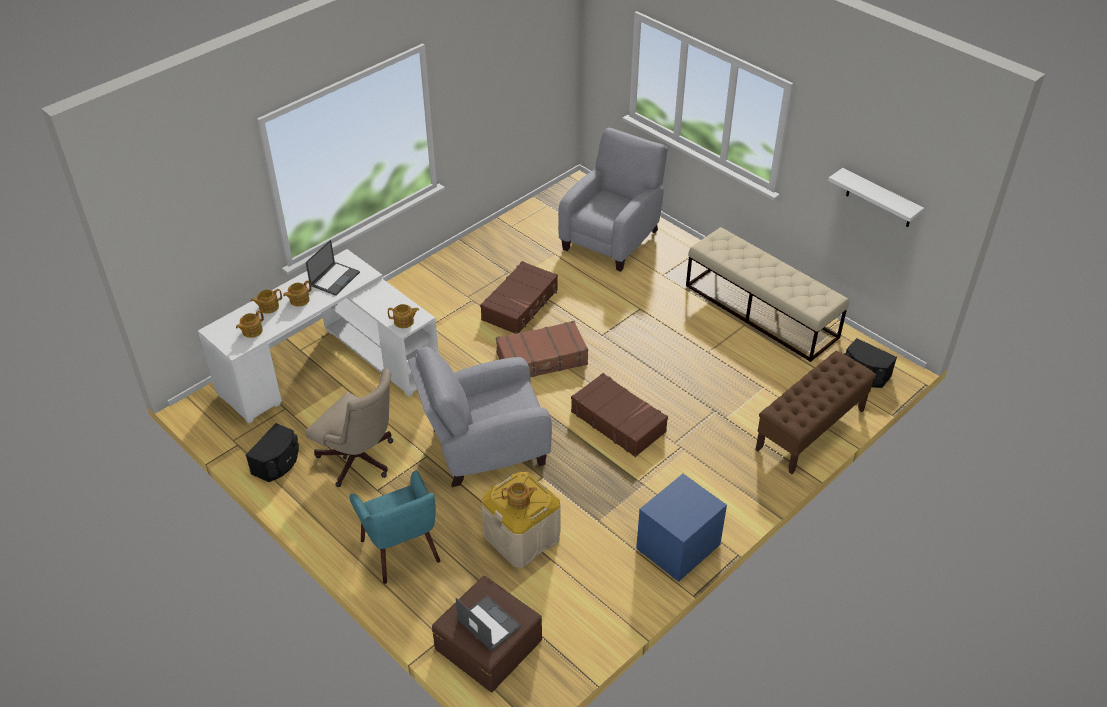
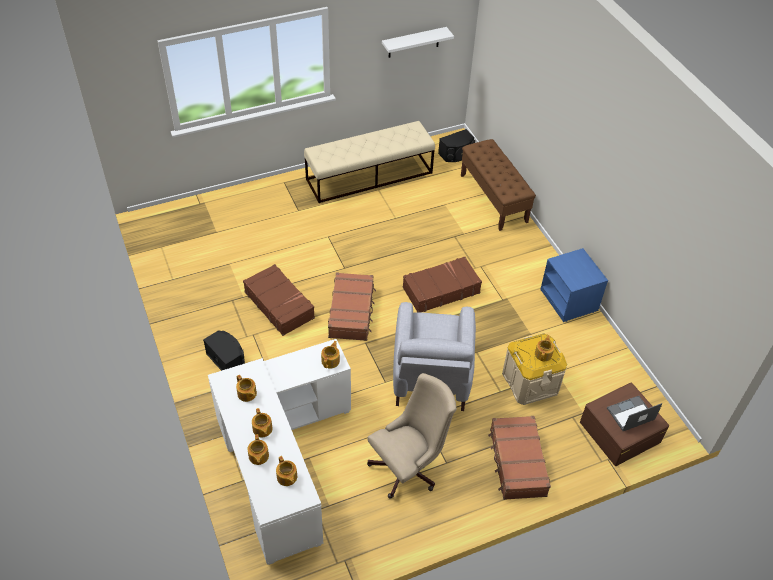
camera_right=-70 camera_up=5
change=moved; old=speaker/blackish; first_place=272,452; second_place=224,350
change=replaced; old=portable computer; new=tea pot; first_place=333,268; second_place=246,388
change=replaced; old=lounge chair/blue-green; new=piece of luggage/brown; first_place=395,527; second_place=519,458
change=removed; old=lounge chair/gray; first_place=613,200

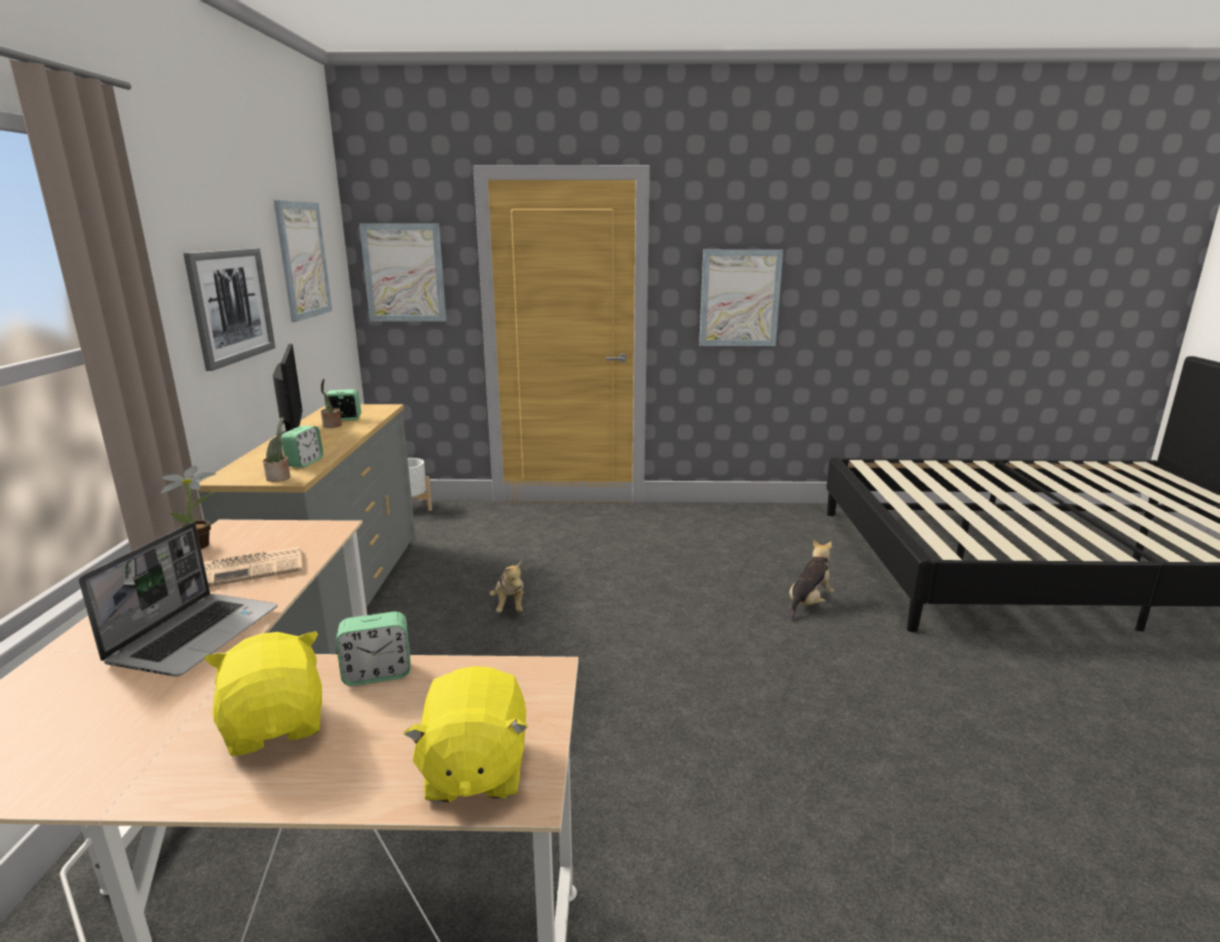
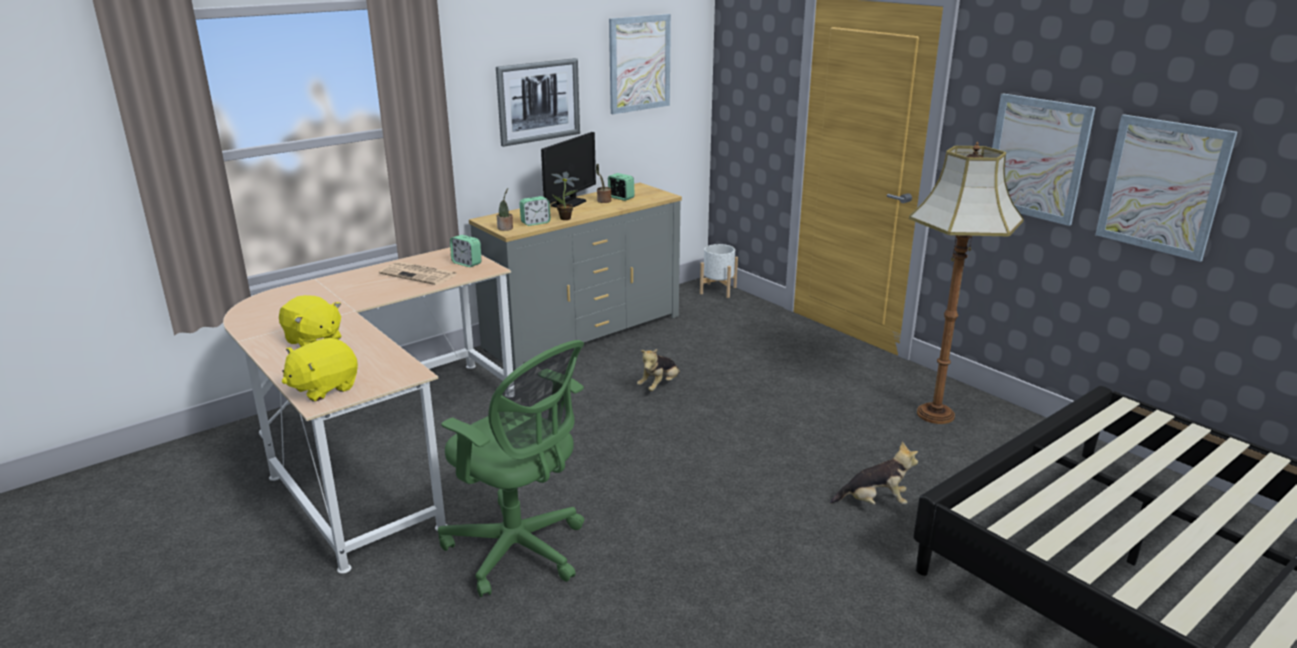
camera_right=50 camera_up=5
change=removed; old=portable computer; first_place=178,599
change=moved; old=potted plant; first_place=189,507; second_place=565,196
change=turned; old=plush toy/yellow; first_place=263,693; second_place=310,321; degrees=105
change=moved; old=bedside clock; first_place=373,648; second_place=465,251
change=moved; old=wall picture; first_place=402,272; second_place=1166,188
change=added; new=office chair/greenish; second_place=511,468
change=added; new=standard lamp; second_place=966,283

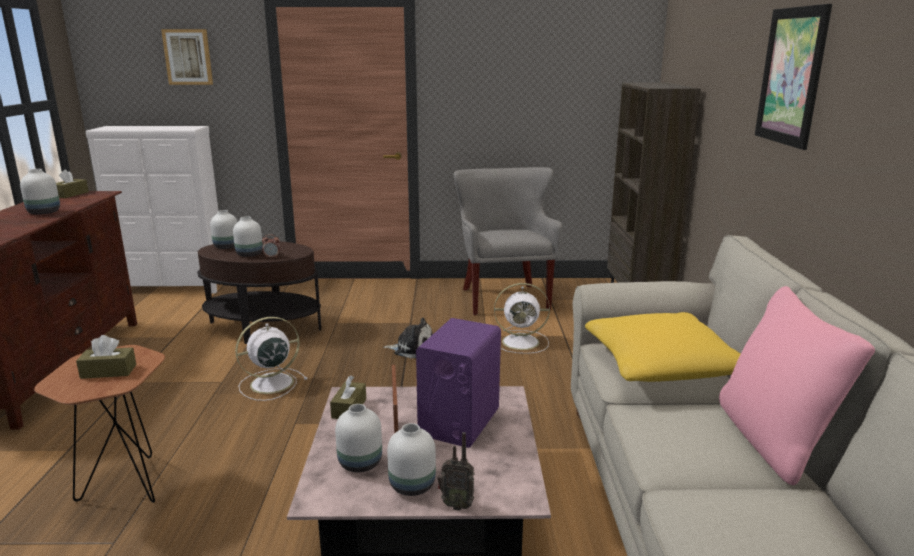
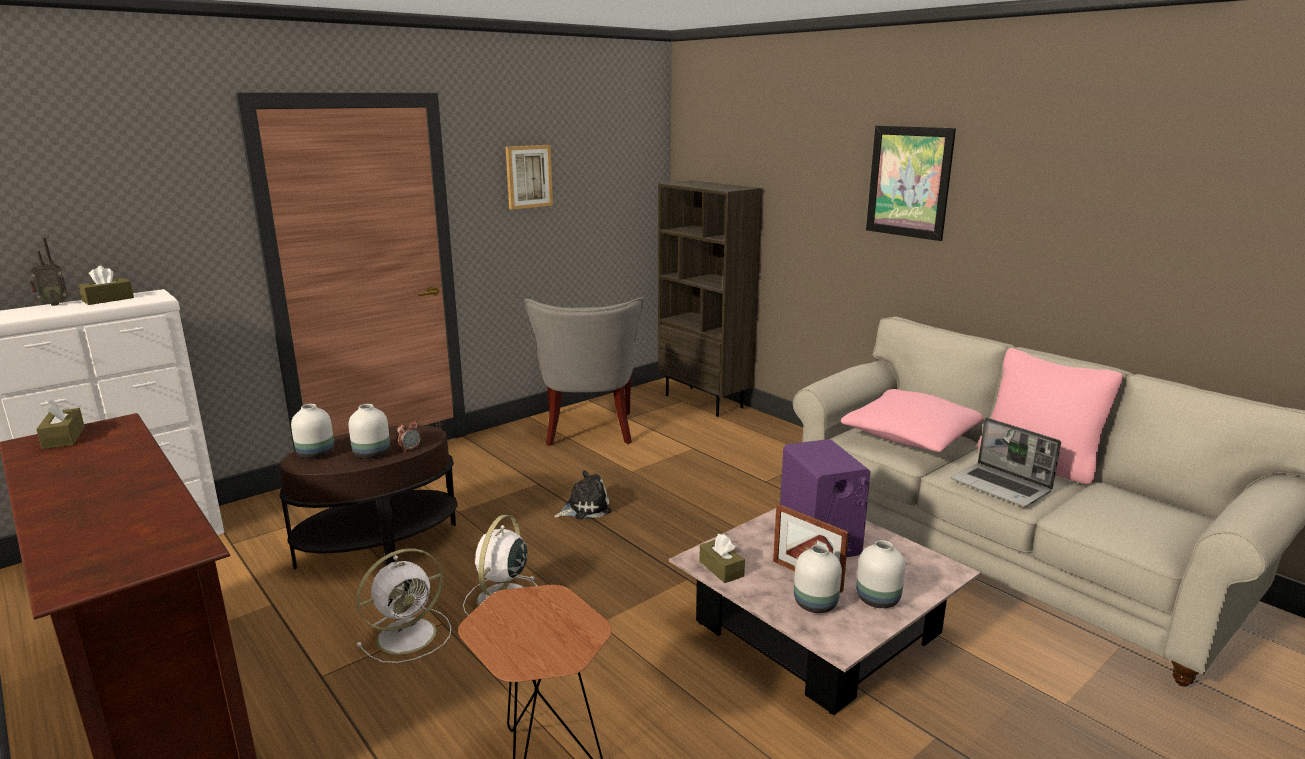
camera_right=-40 camera_up=0
change=removed; old=vase/whitish; first_place=40,192
change=moved; old=box of tissues/brown; first_place=106,357; second_place=106,285
change=moved; old=wall picture; first_place=187,57; second_place=529,177
change=moved; old=radio set; first_place=456,471; second_place=48,271
change=turned; old=lounge chair/gray; first_place=508,241; second_place=584,371; degrees=-135
change=moved; old=fan/whitish; first_place=522,318; second_place=404,605
change=recoloured; old=cushion/yellow; new=cushion/pink-coloured; first_place=662,347; second_place=912,420
change=added; new=portable computer; second_place=1006,462

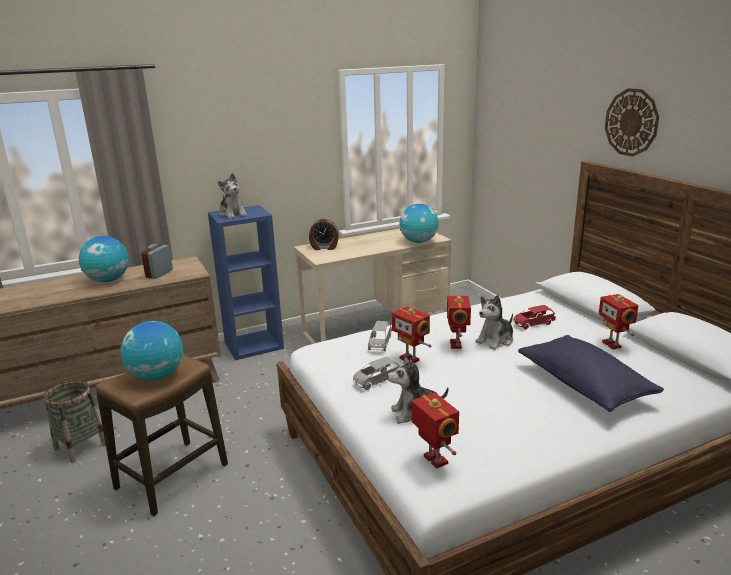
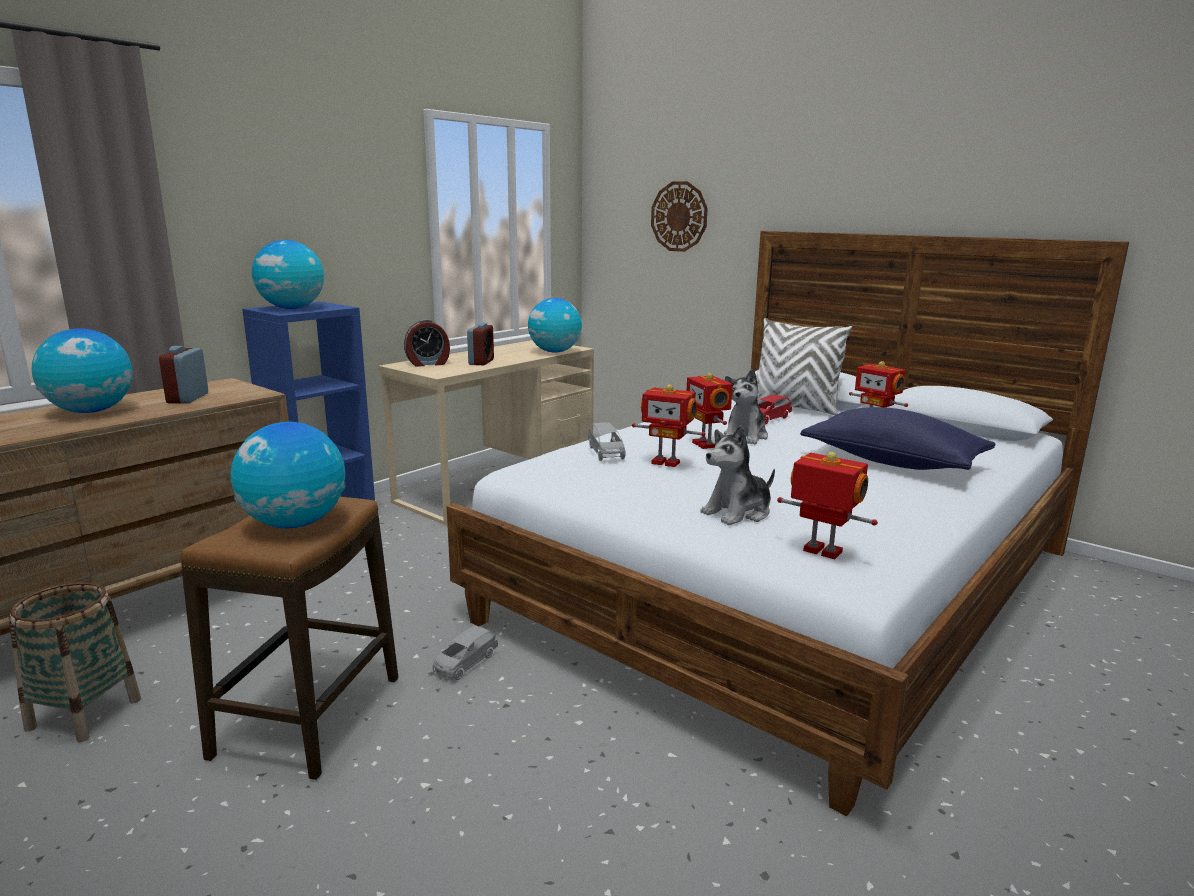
camera_right=-25 camera_up=-5
change=replaced; old=plush toy; new=globe; first_place=232,196; second_place=288,274
change=moved; old=miniature car/gray; first_place=376,373; second_place=465,652
change=moved; old=wall clock; first_place=632,122; second_place=679,216
change=added; new=bedside clock; second_place=480,344
change=added; new=cushion/whitish; second_place=804,366

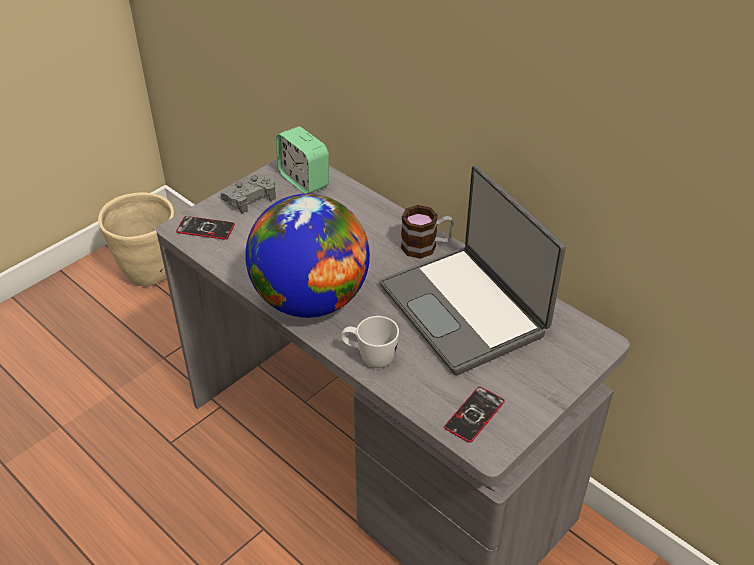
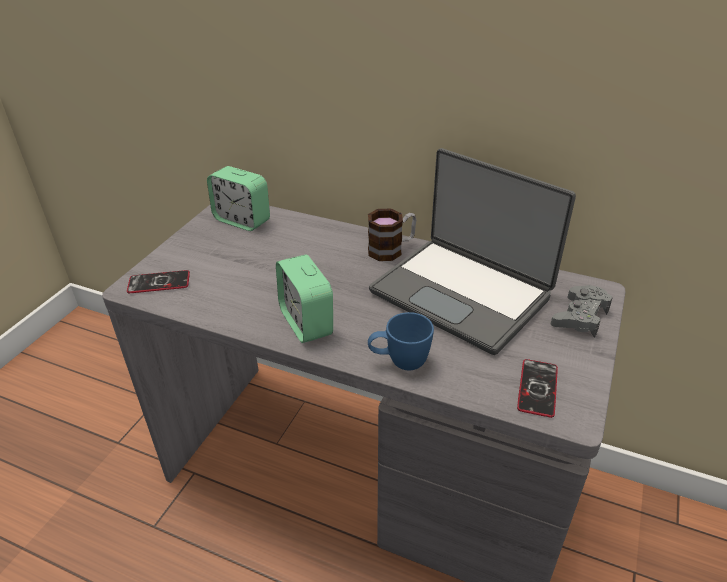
camera_right=-20 camera_up=-5
change=removed; old=flower pot/beige; first_place=136,239
change=moved; old=joypad/gray; first_place=248,194; second_place=582,311
change=replaced; old=globe; new=bedside clock; first_place=307,256; second_place=304,299
change=recoloured; old=coffee mug/whitish; new=coffee mug/blue-coloured; first_place=370,342; second_place=401,341

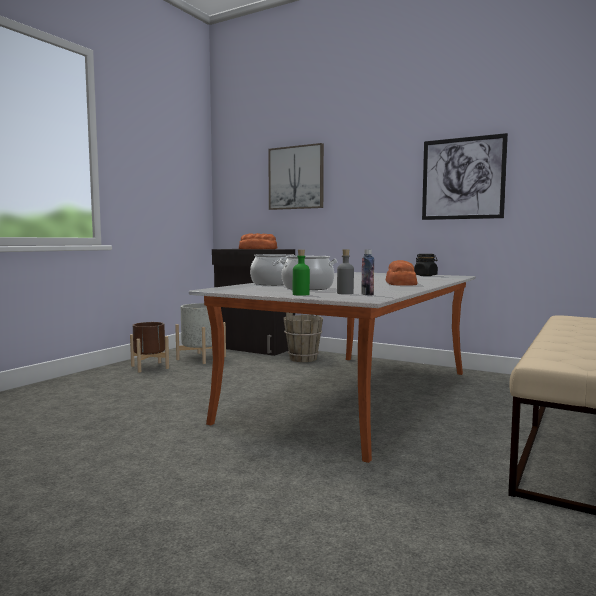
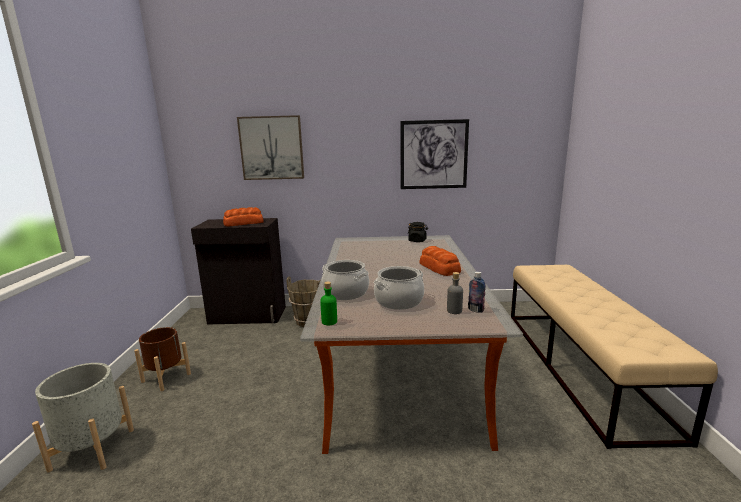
camera_right=-30 camera_up=10
change=moved; old=flower pot/gray; first_place=200,333; second_place=83,418
change=moved; old=beverage bottle/greenish; first_place=301,272; second_place=328,303

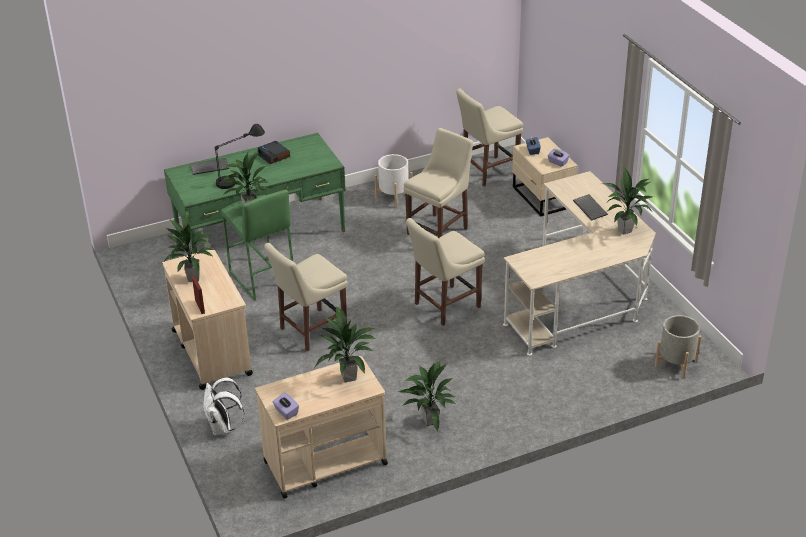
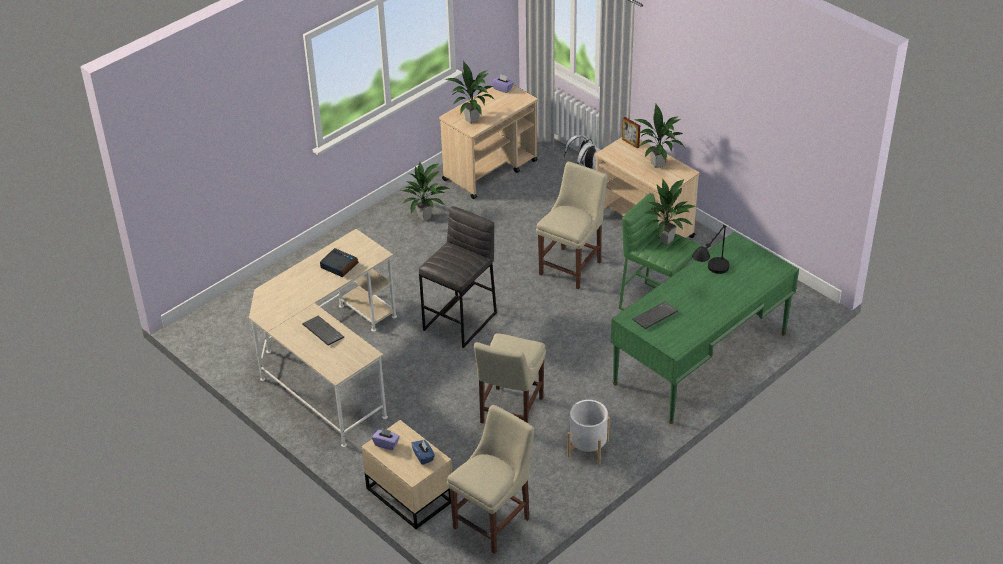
camera_right=160 camera_up=5
change=moved; old=keyboard; first_place=209,166; second_place=655,315
change=moved; old=bedside clock; first_place=273,152; second_place=339,262
change=replaced; old=chair/beige; new=stool/gray; first_place=445,272; second_place=458,277
change=removed; old=potted plant; first_place=627,200
change=removed; old=flower pot/gray; first_place=678,347

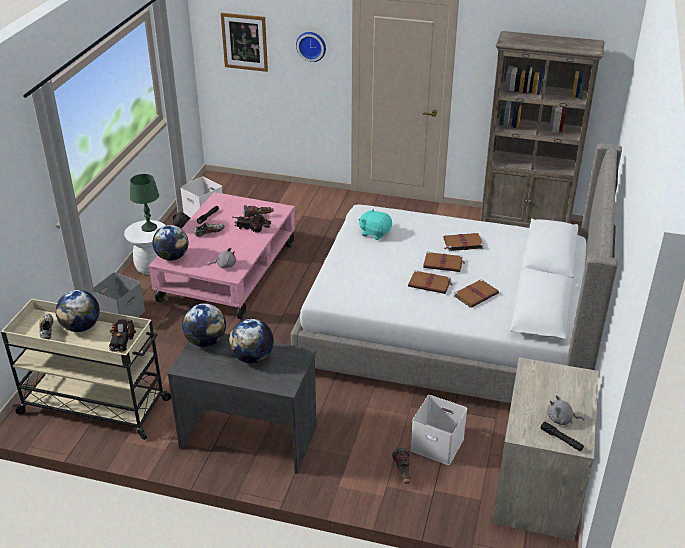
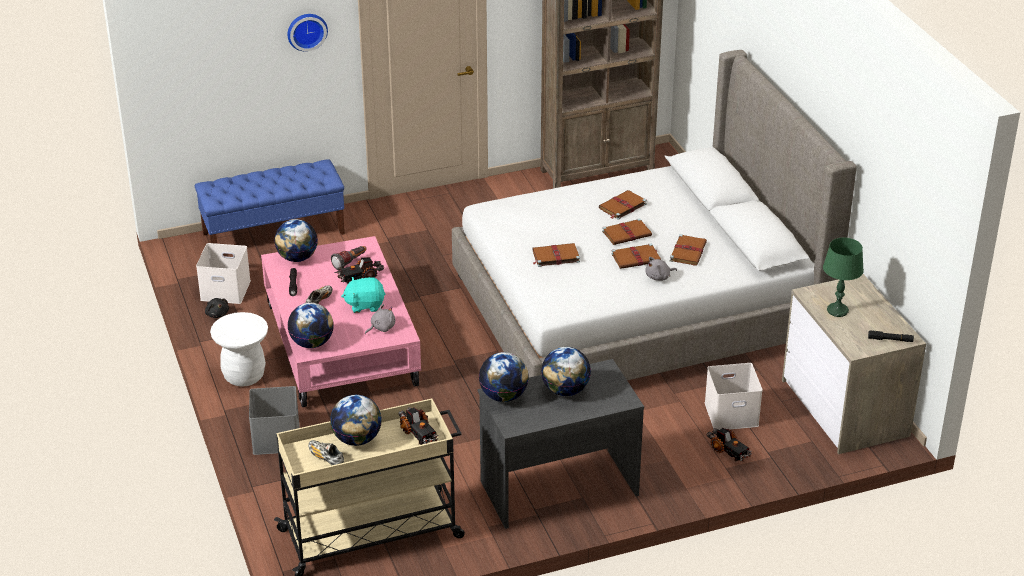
camera_right=-35 camera_up=0
change=moved; old=lamp for a table/greenish; first_place=144,203; second_place=843,277
change=removed; old=wall picture; first_place=244,42
change=moved; old=plush toy/blue-green; first_place=375,224; second_place=363,295
change=replaced; old=hand torch; new=model truck; first_place=401,466; second_place=729,445
change=moved; old=plush toy/gray; first_place=565,410; second_place=661,269
change=added; new=bench/blue-coloured; second_place=270,201
change=added; new=globe; second_place=296,240
change=added; new=bound book/brown; second_place=556,255

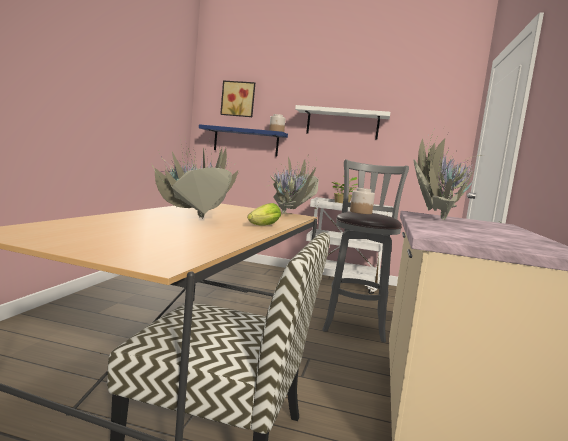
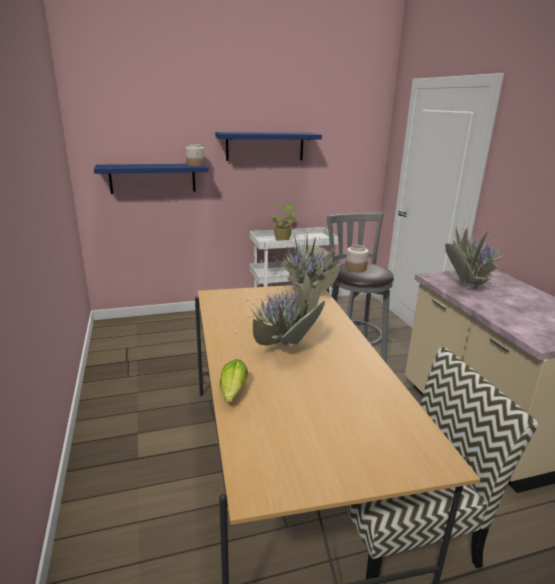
camera_right=-30 camera_up=15
change=removed; old=wall picture; first_place=237,98
change=moved; old=lettuce head; first_place=264,214; second_place=234,381
change=recoloured; old=bracket shelf/whitish; new=bracket shelf/blue-coloured; first_place=342,122; second_place=268,146

